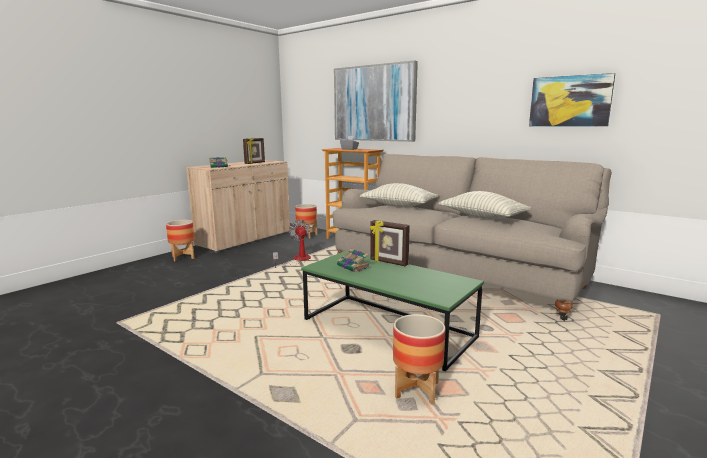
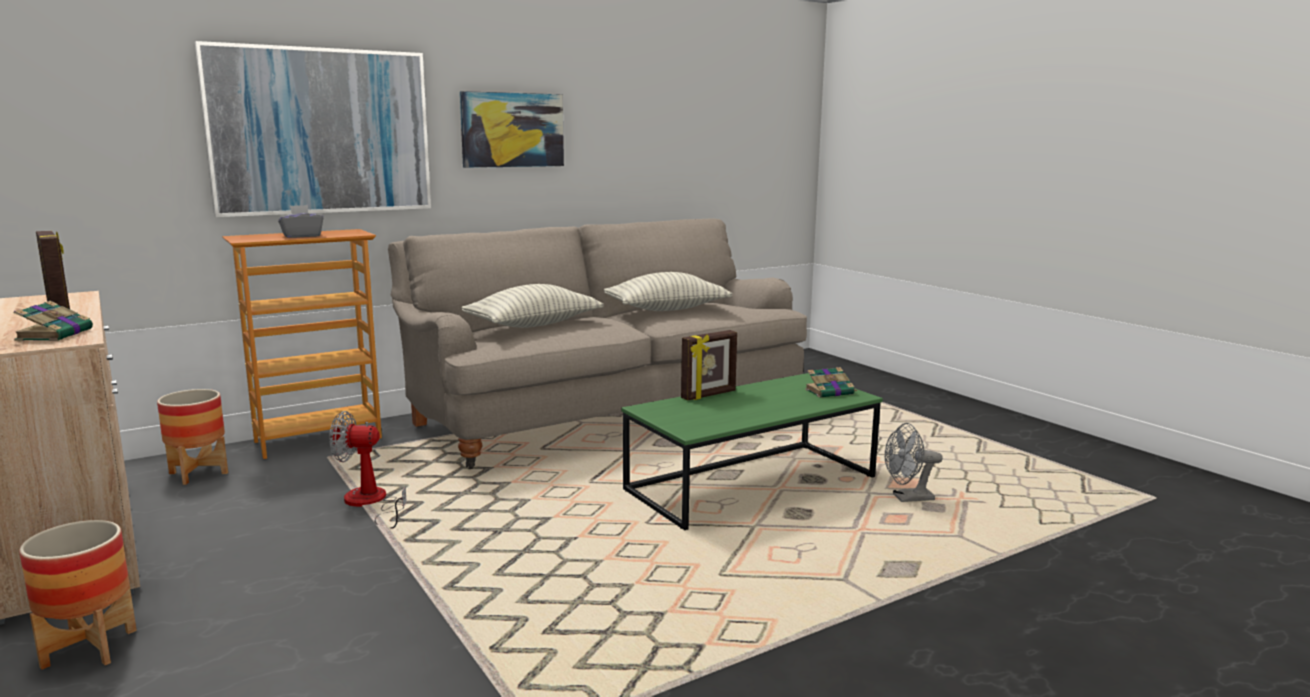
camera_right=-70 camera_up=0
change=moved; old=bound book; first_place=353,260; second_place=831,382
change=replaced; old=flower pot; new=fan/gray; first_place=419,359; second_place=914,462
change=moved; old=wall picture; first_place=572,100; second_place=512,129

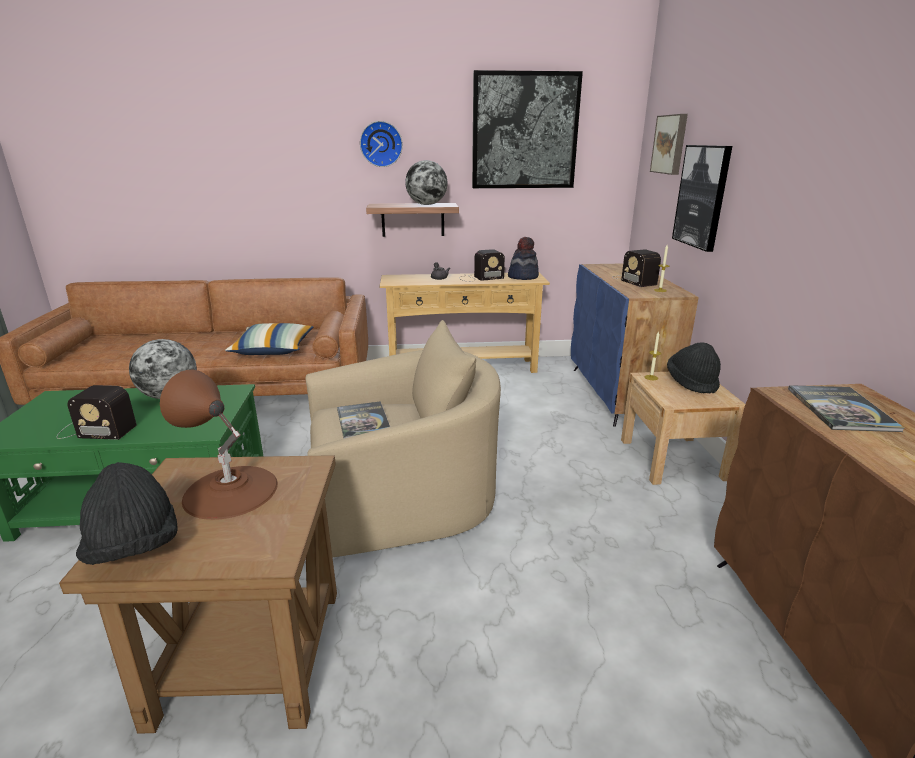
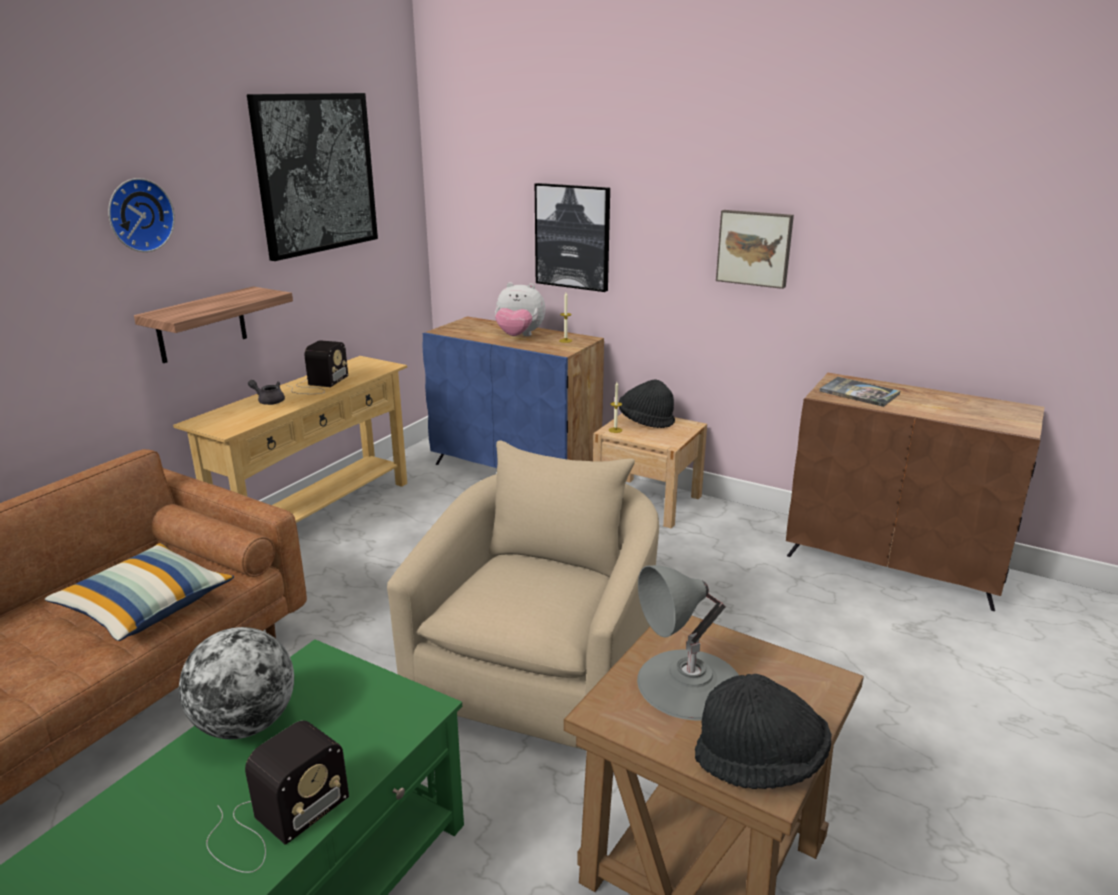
camera_right=-55 camera_up=0
change=recoloured; old=lamp for a table/brown; new=lamp for a table/gray; first_place=219,444; second_place=688,643
change=removed; old=bound book; first_place=363,420
change=removed; old=globe; first_place=426,182
change=removed; old=clothing hat; first_place=523,258
change=replaced; old=radio set; new=plush toy; first_place=637,268; second_place=520,309
change=moved; old=wall picture; first_place=669,144; second_place=755,249

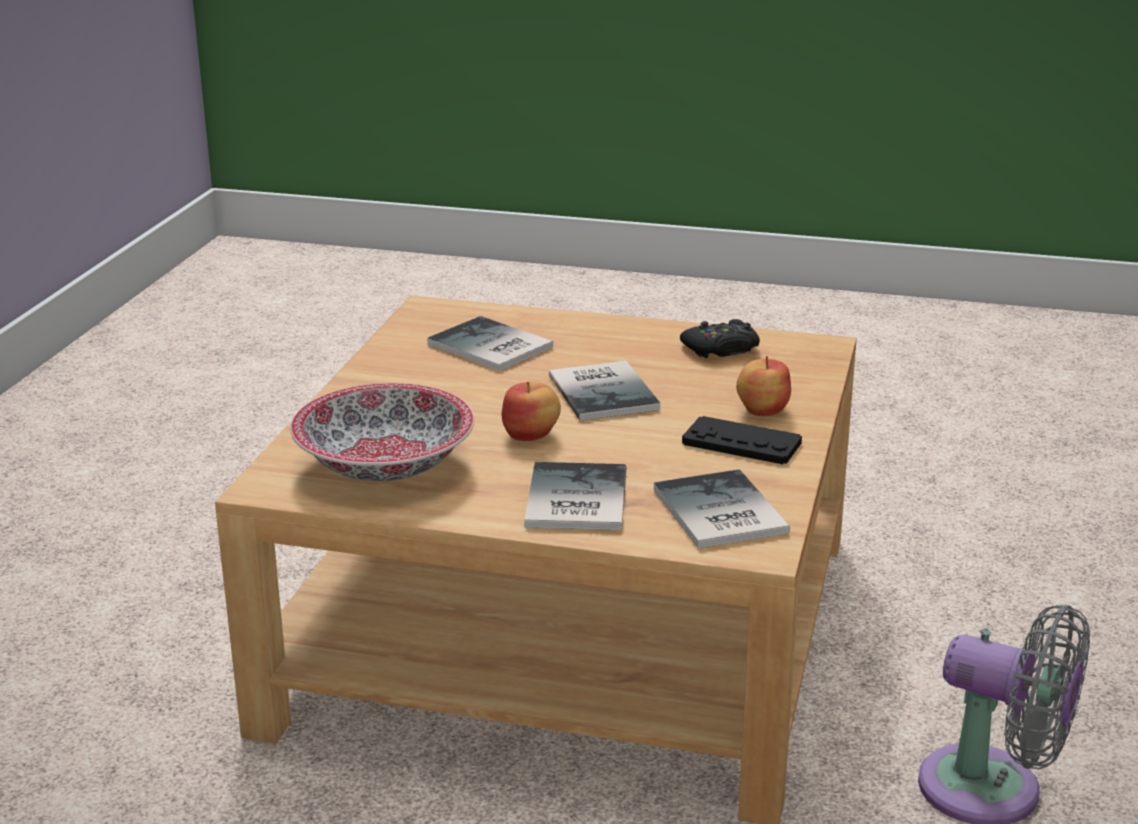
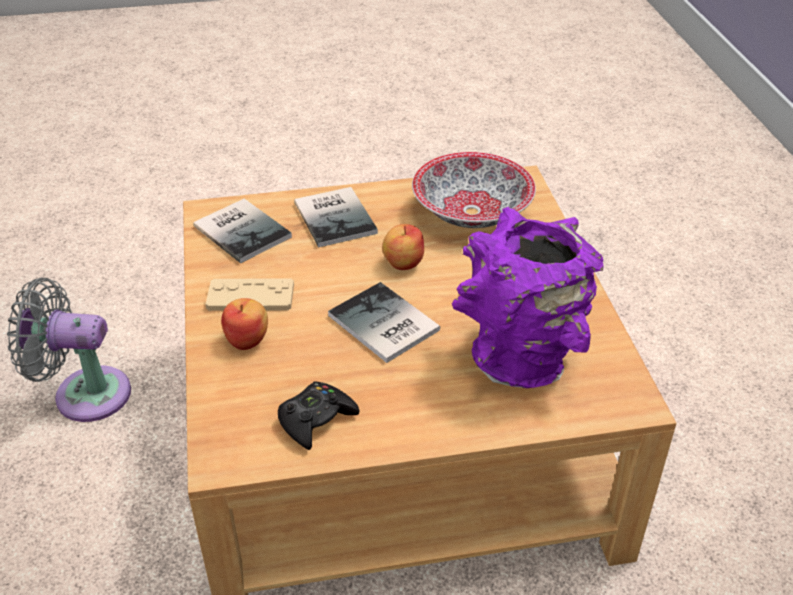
camera_right=155 camera_up=15
change=replaced; old=bound book; new=vase/purple; first_place=490,343; second_place=527,297
change=recoloured; old=joypad/blackish; new=joypad/beige; first_place=742,440; second_place=249,294

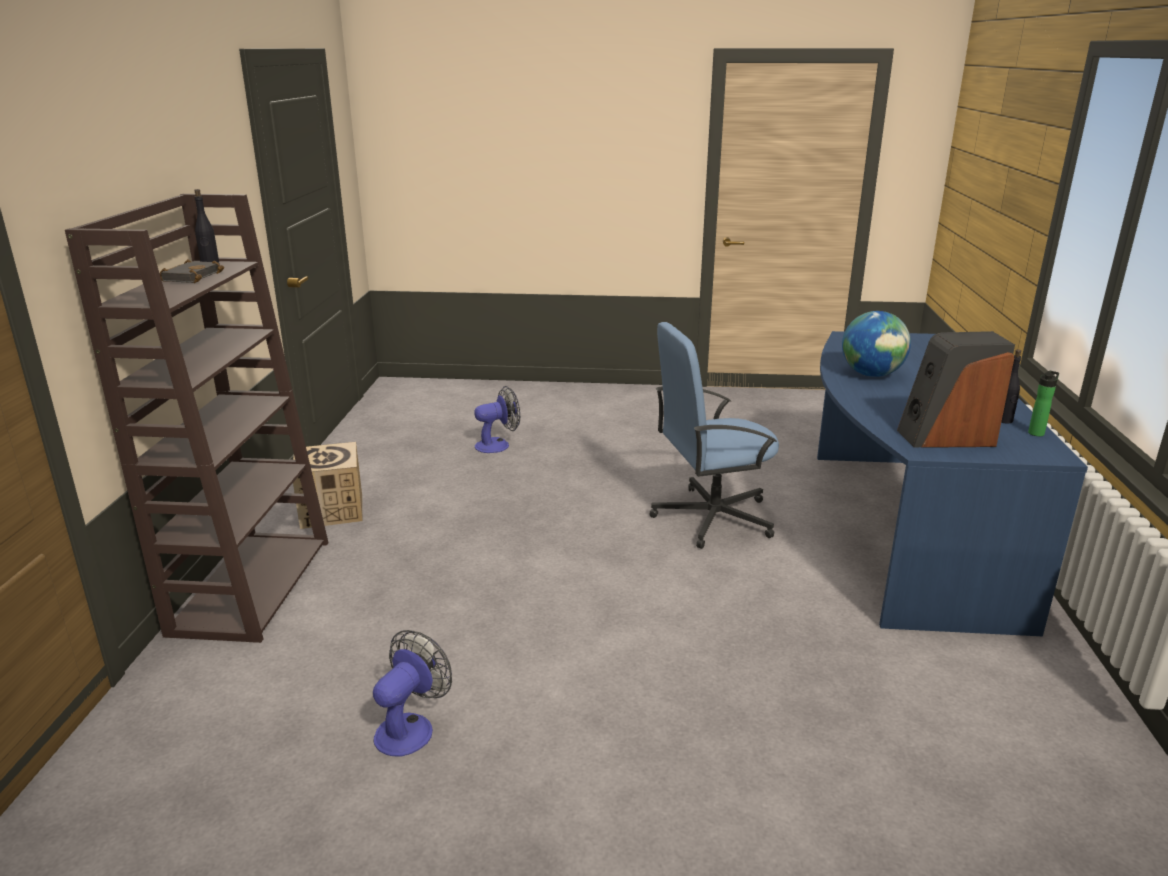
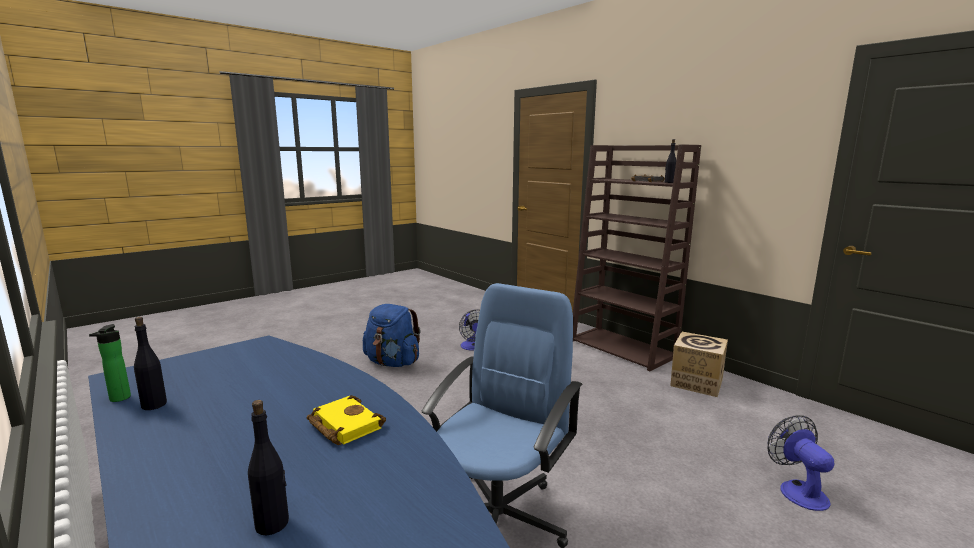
camera_right=135 camera_up=-10
change=turned; old=fan; first_place=497,419; second_place=801,463; degrees=150
change=replaced; old=globe; new=bound book/yellow; first_place=876,344; second_place=346,420
change=removed; old=speaker; first_place=956,389
change=added; new=beverage bottle/blackish; second_place=268,468
change=added; new=rucksack/blue-coloured; second_place=392,335

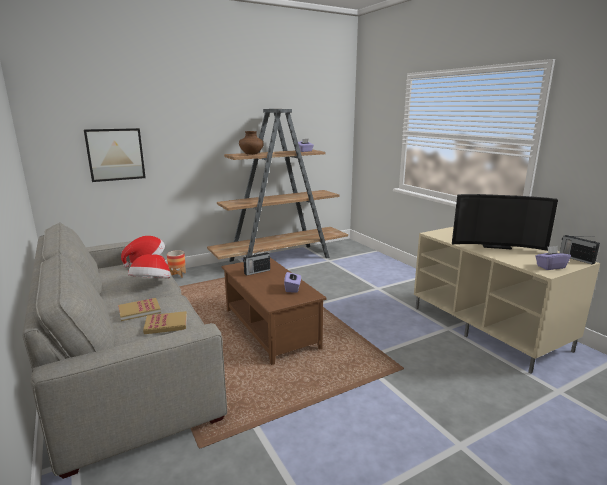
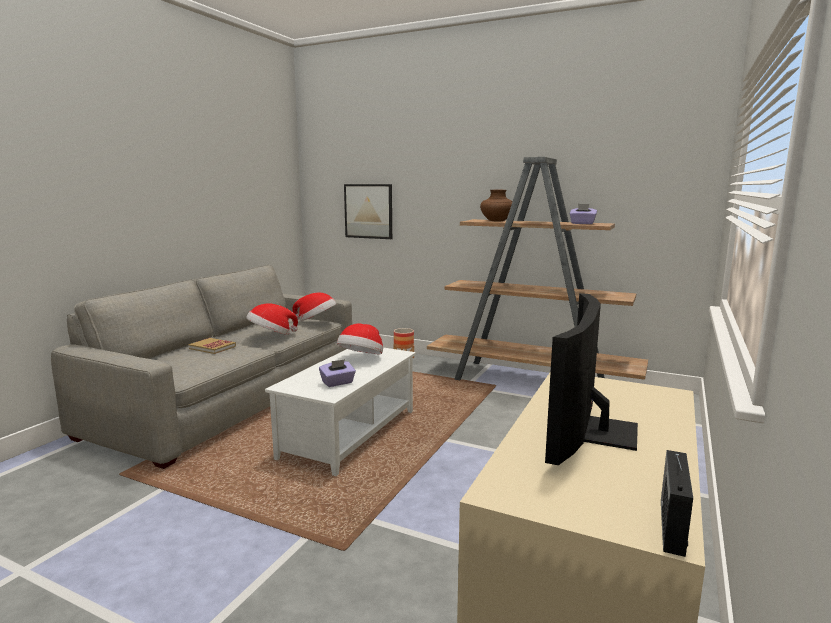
camera_right=55 camera_up=-5
change=removed; old=bound book; first_place=165,322
change=recoloured; old=lounge table/brown; new=lounge table/whitish; first_place=274,311; second_place=340,412
change=replaced; old=radio set; new=clothing hat; first_place=256,263; second_place=360,339
change=turned; old=television; first_place=505,222; second_place=591,379; degrees=45
change=removed; old=box of tissues/purple; first_place=553,258

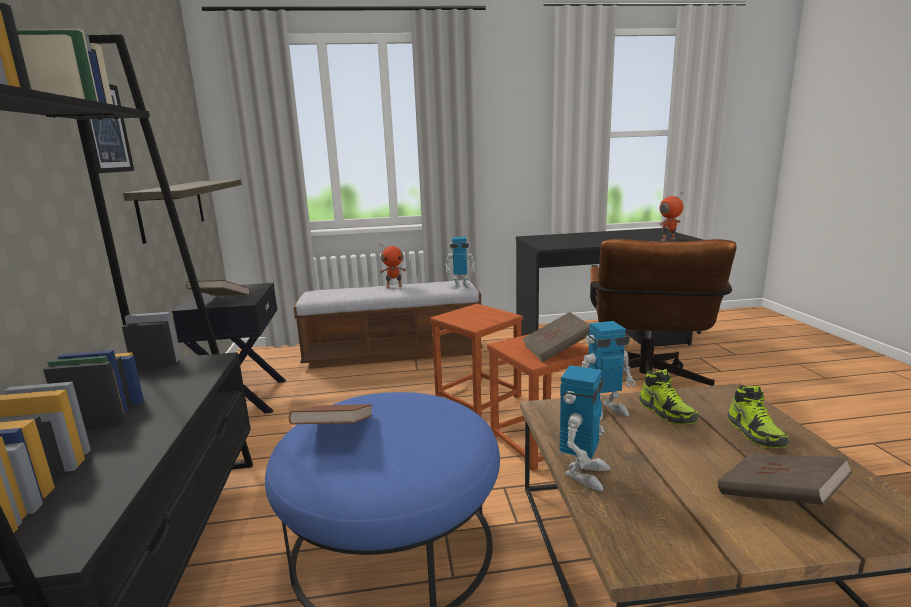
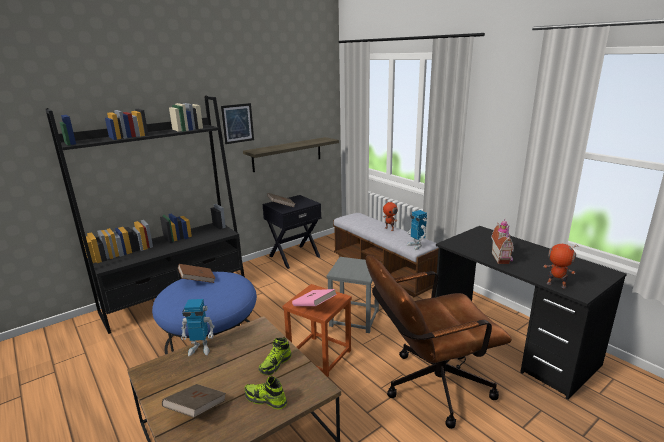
camera_right=60 camera_up=5
change=recoloured; old=stool/brown; new=stool/gray; first_place=476,360; second_place=353,295
change=recoloured; old=bound book/brown; new=bound book/pink-coloured; first_place=556,337; second_place=314,297
change=removed; old=toy robot; first_place=609,370
change=turned; old=shoe; first_place=758,417; second_place=265,393; degrees=60
change=added; new=model house; second_place=502,242

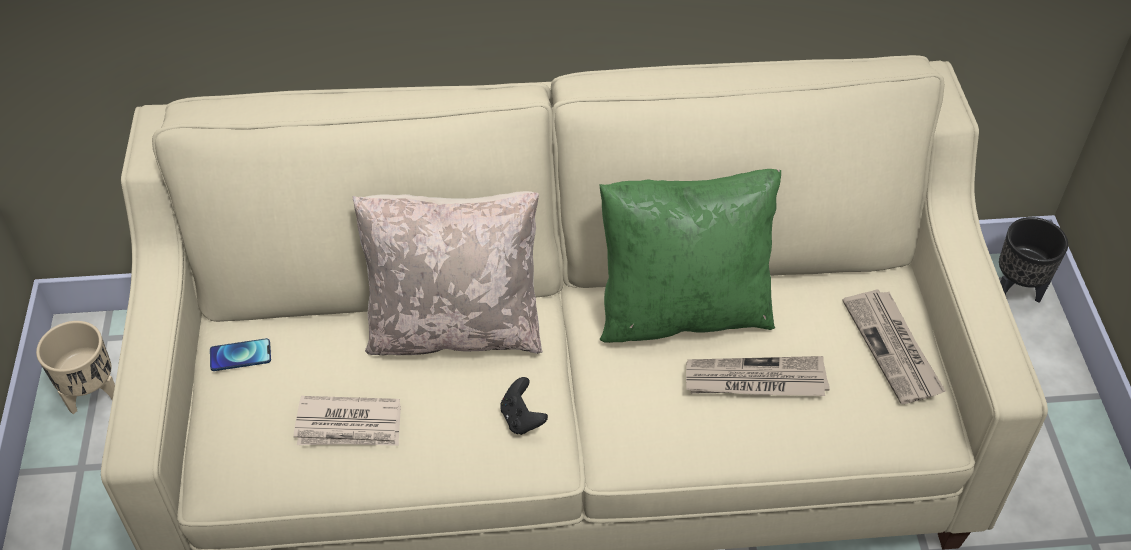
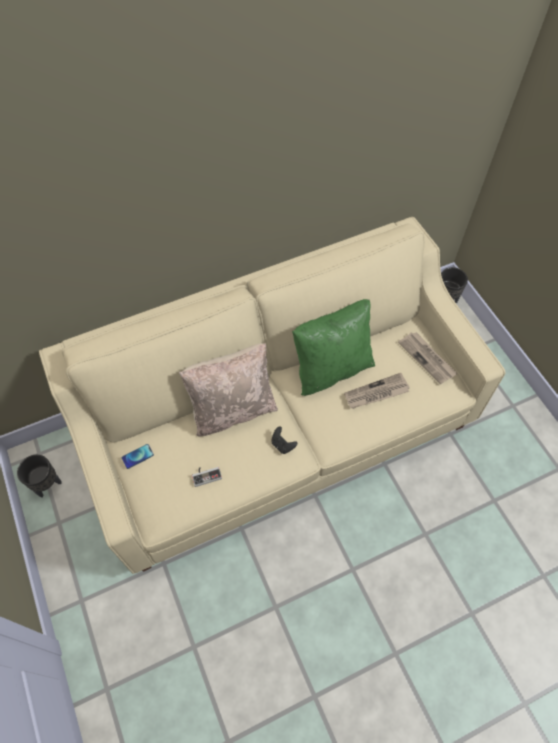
camera_right=-20 camera_up=10
change=recoloured; old=flower pot/beige; new=flower pot/blackish; first_place=75,367; second_place=39,476
change=replaced; old=printed paper; new=joypad; first_place=347,421; second_place=207,477

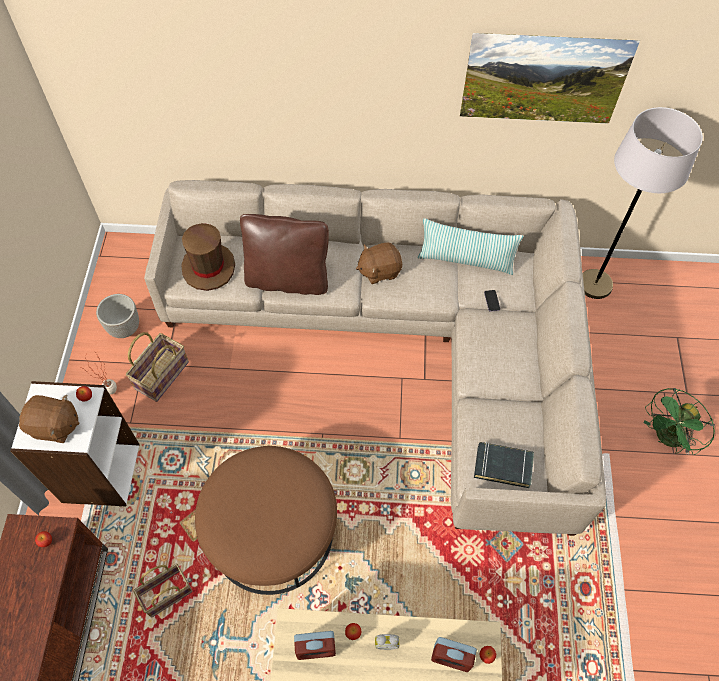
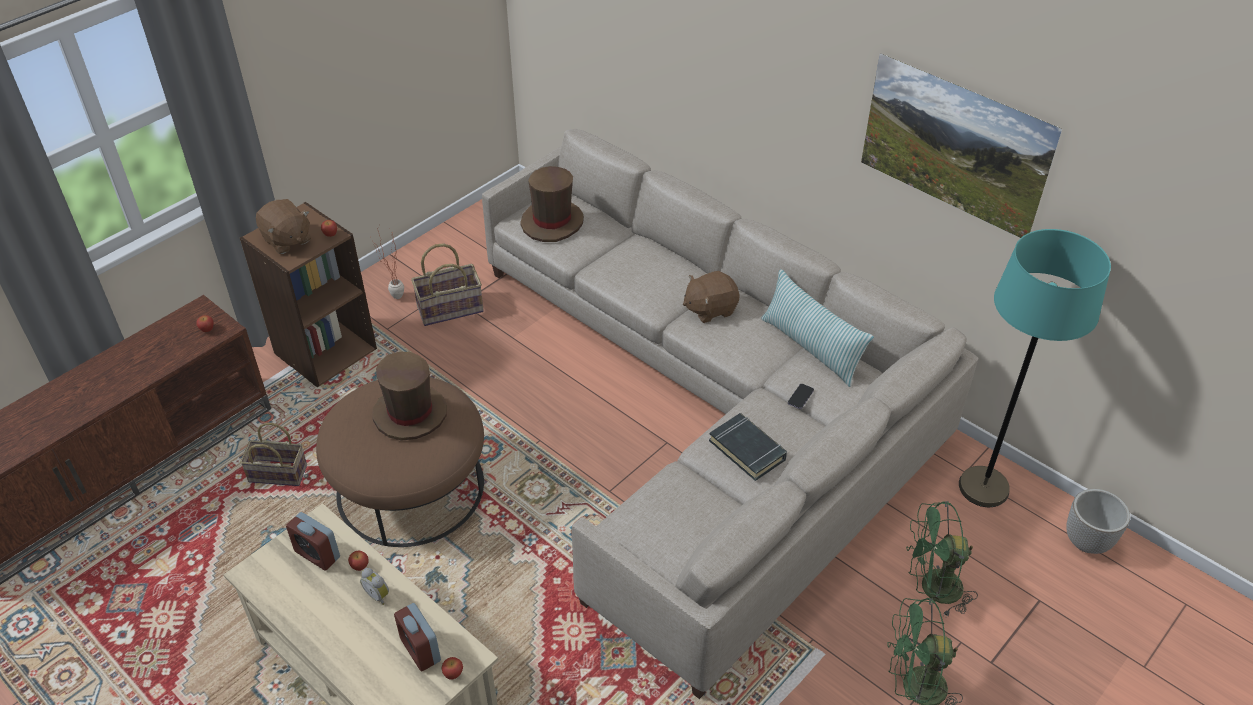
camera_right=40 camera_up=-15
change=recoloured; old=shelving unit/whitish; new=shelving unit/brown; first_place=75,444; second_place=308,295
change=moved; old=flower pot; first_place=117,316; second_place=1098,521
change=removed; old=cushion/brown; first_place=284,254
change=turned; old=plush toy/brown; first_place=379,263; second_place=711,297; degrees=-45
change=moved; old=bound book/blackish; first_place=504,465; second_place=748,447
change=recoloured; old=standard lamp/gray; new=standard lamp/blue-green; first_place=643,203; second_place=1035,368
change=added; new=clothing hat/brown; second_place=409,396
change=added; new=fan/greenish; second_place=942,559

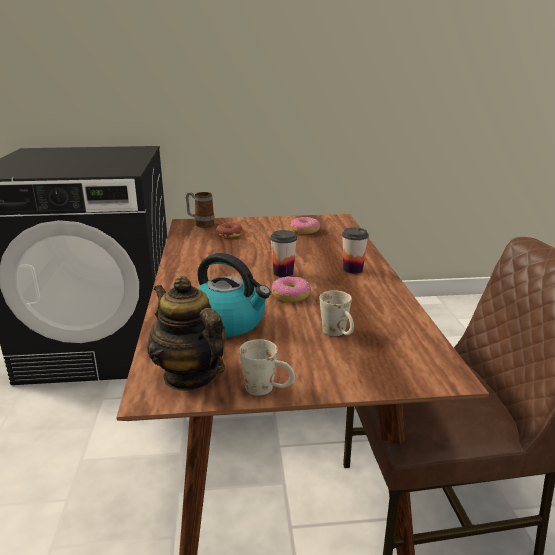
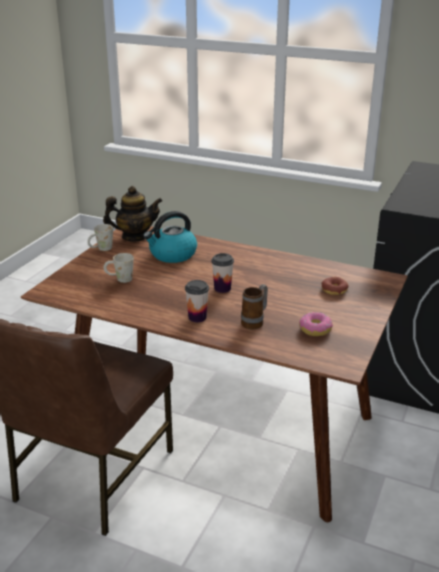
camera_right=120 camera_up=5
change=moved; old=coffee mug; first_place=200,210; second_place=254,306
change=removed; old=ring doughnut; first_place=291,289

